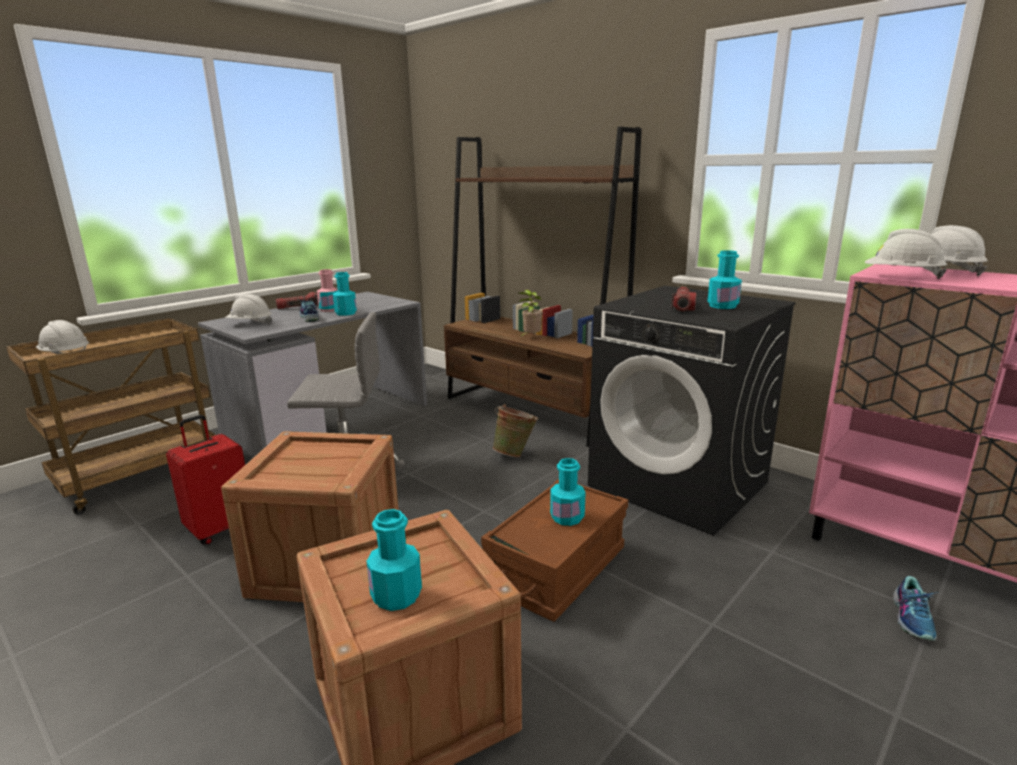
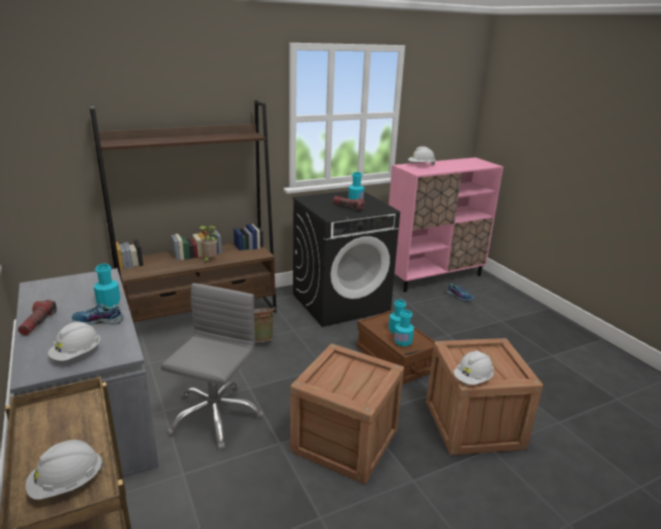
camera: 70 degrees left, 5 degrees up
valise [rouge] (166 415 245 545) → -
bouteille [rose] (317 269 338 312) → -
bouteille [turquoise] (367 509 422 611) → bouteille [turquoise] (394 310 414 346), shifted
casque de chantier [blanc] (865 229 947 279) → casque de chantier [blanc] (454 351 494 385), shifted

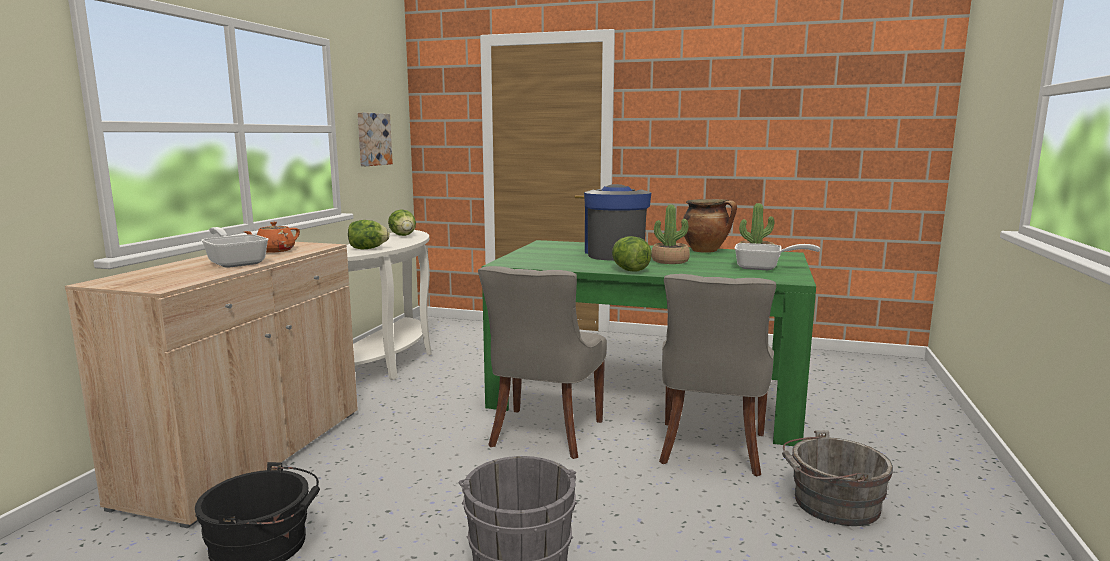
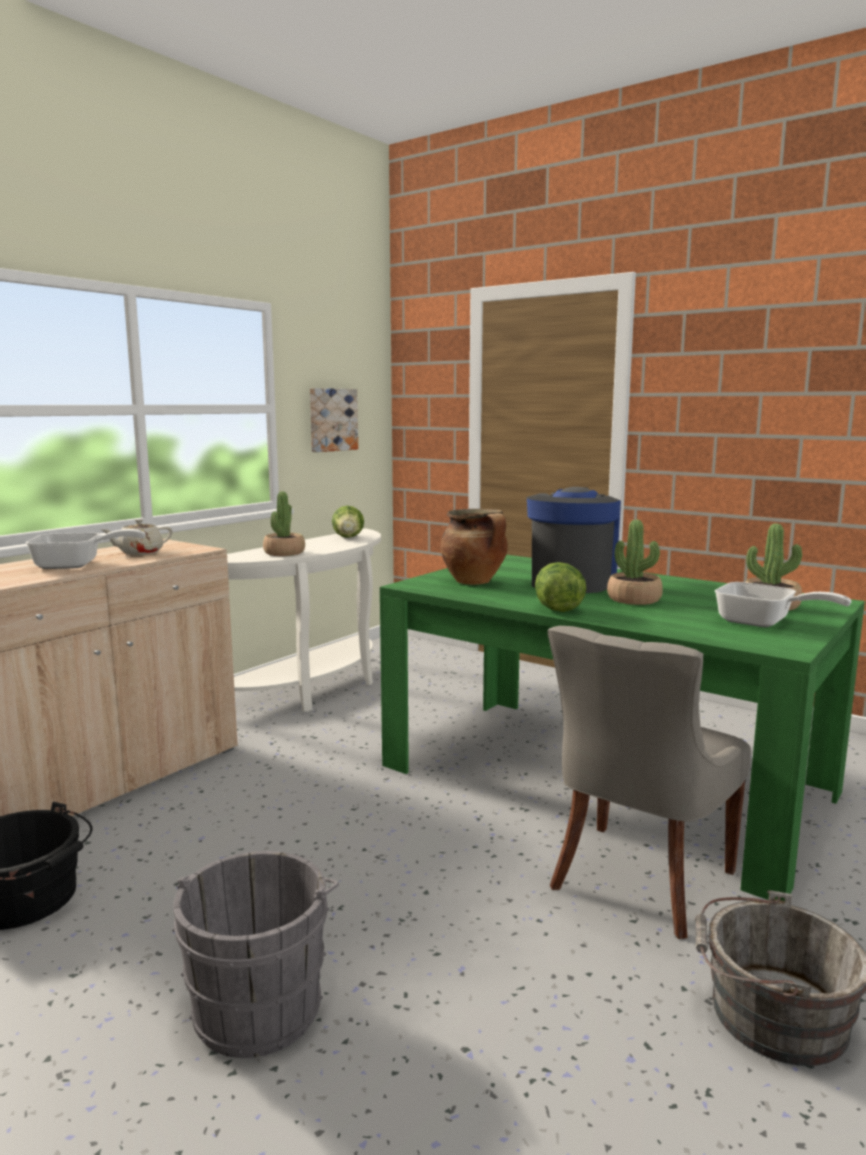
camera: 20 degrees right, 0 degrees up
poêle (201 227 269 268) → poêle (26 529 146 569), 105 degrees clockwise
théière [orange] (244 222 300 253) → théière [beige] (102 519 172 555)
laitue (348 220 390 249) → plante en pot (263 491 305 556)
chaise [gris] (478 266 607 459) → -
marmite (683 199 737 253) → marmite (440 509 508 585), shifted

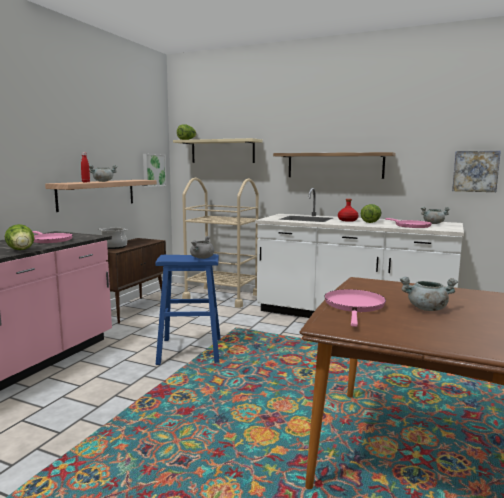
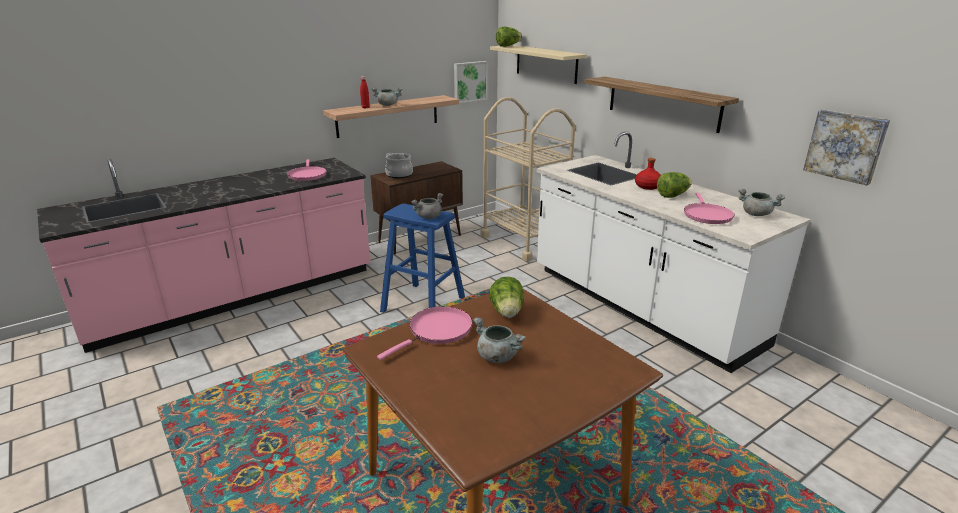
camera: 30 degrees right, 15 degrees up
laitue (4 224 34 250) → laitue (489 276 524 318), shifted

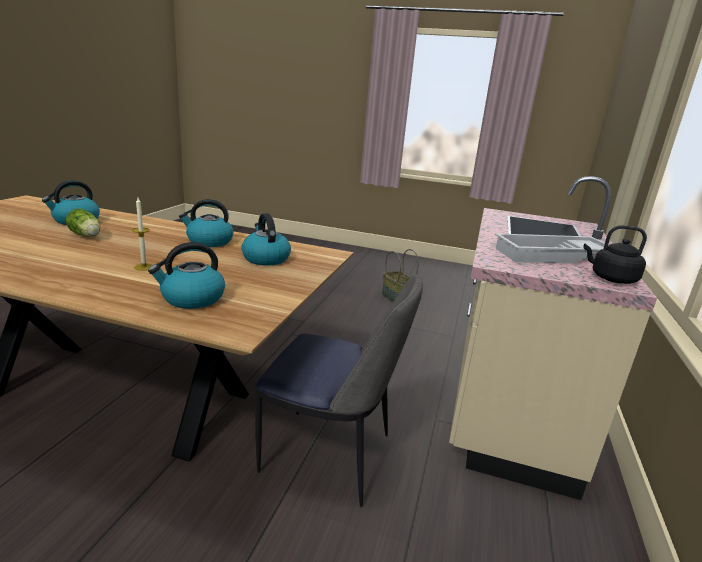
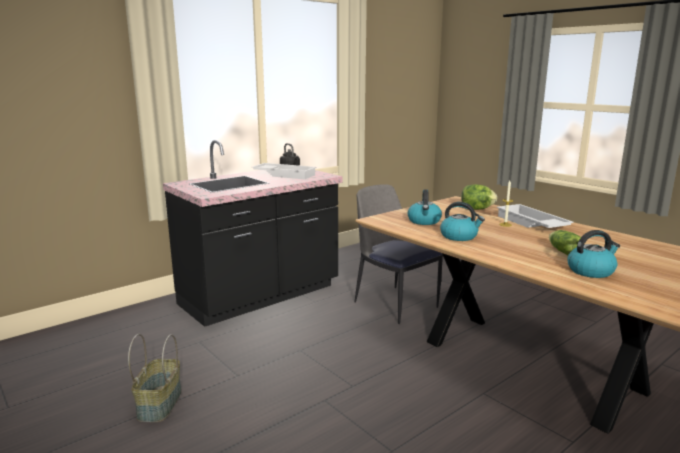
camera: 145 degrees left, 5 degrees down
bouilloire (148 242 225 309) → laitue (461 184 497 210)
comptoir de cuisine [beige] (449 176 657 500) → comptoir de cuisine [noir] (163 140 342 327)
- → plateau [blanc] (497 204 574 228)

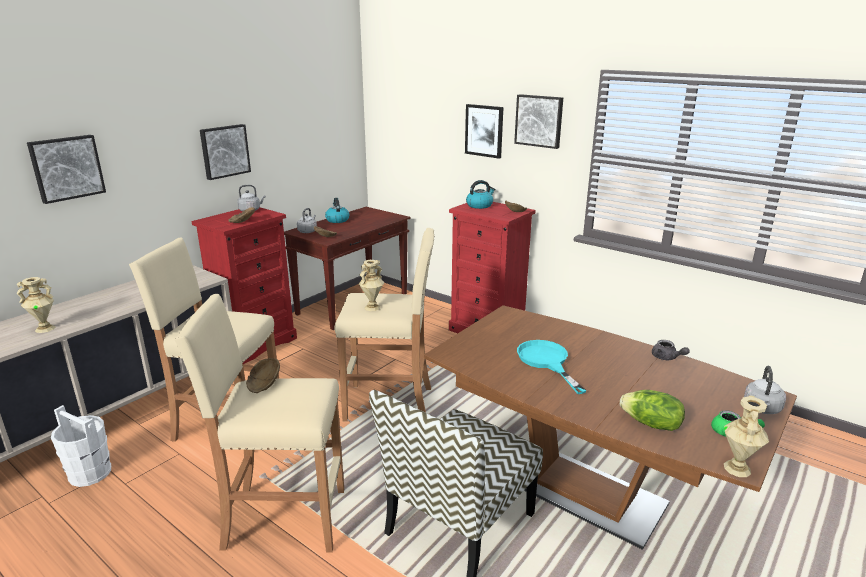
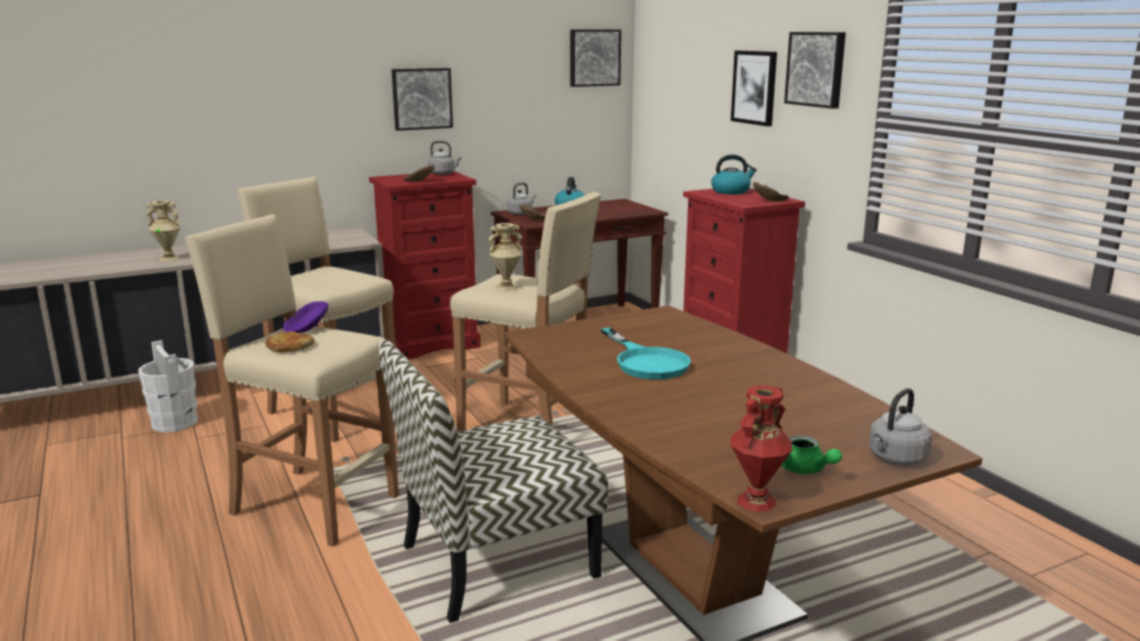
camera: 25 degrees right, 5 degrees down
tableau (27 135 106 204) → tableau (570 30 621 87), shifted
bol [marron] (246 358 280 393) → bol [violet] (283 301 328 333)
poêle [turquoise] (517 340 587 394) → poêle [turquoise] (601 327 691 380), 150 degrees clockwise
laitue (620 390 685 431) → -
théière [gris] (652 340 690 360) → -
vase [beige] (724 395 769 477) → vase [rouge] (731 386 793 512)
- → pain (265 331 315 353)

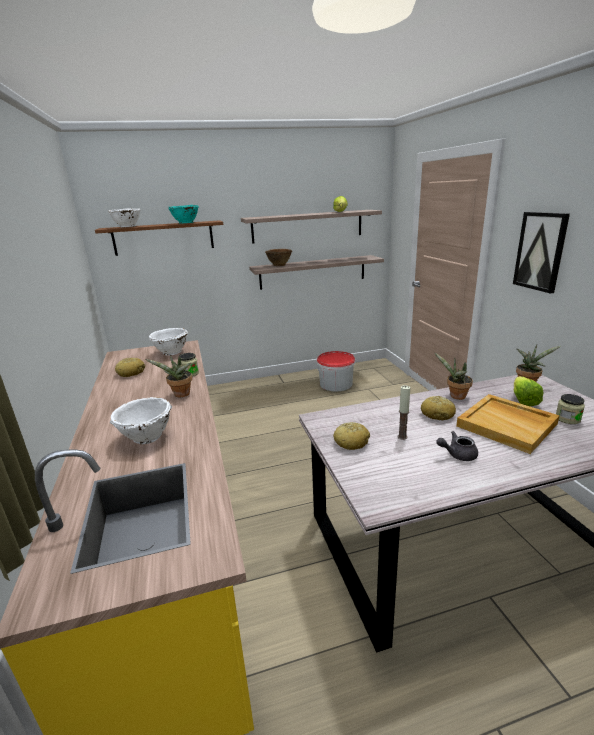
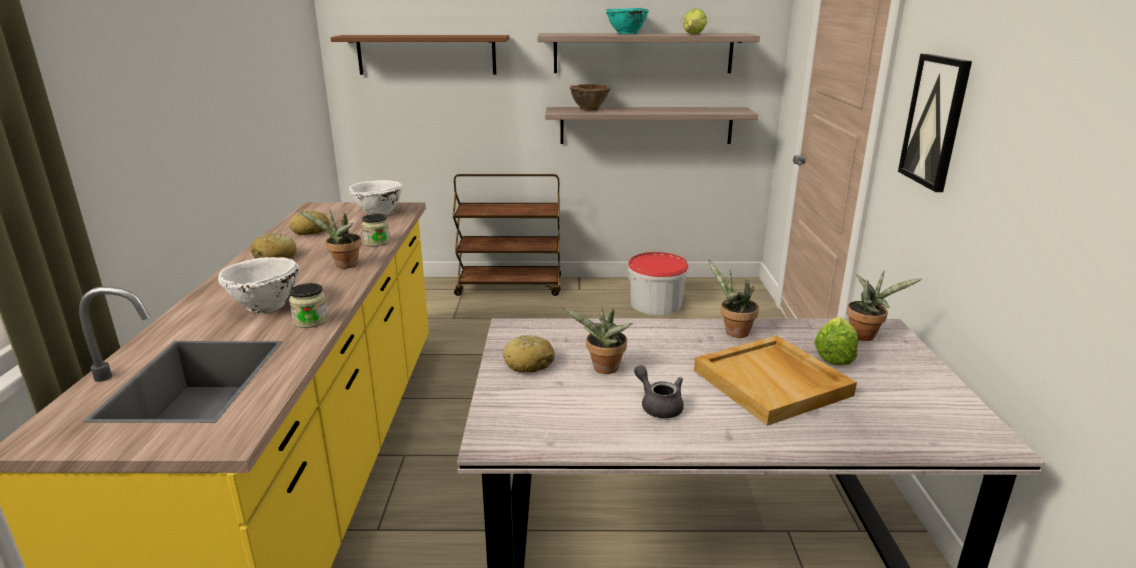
camera: 15 degrees right, 0 degrees up
bol [blanc] (108 208 141 227) → -
bol [turquoise] (169 205 199 224) → bol [turquoise] (606 8 649 34), shifted
bougie (398 385 410 440) → plante en pot (562 306 633 374)
pain (421 396 456 420) → pain (251 233 297 258), shifted
théière [gris] (436 431 478 461) → théière [gris] (634 365 684 418), 45 degrees clockwise
bocal (556 394 585 424) → bocal (289 283 328 328), shifted
- → chariot [marron] (453 174 561 296)

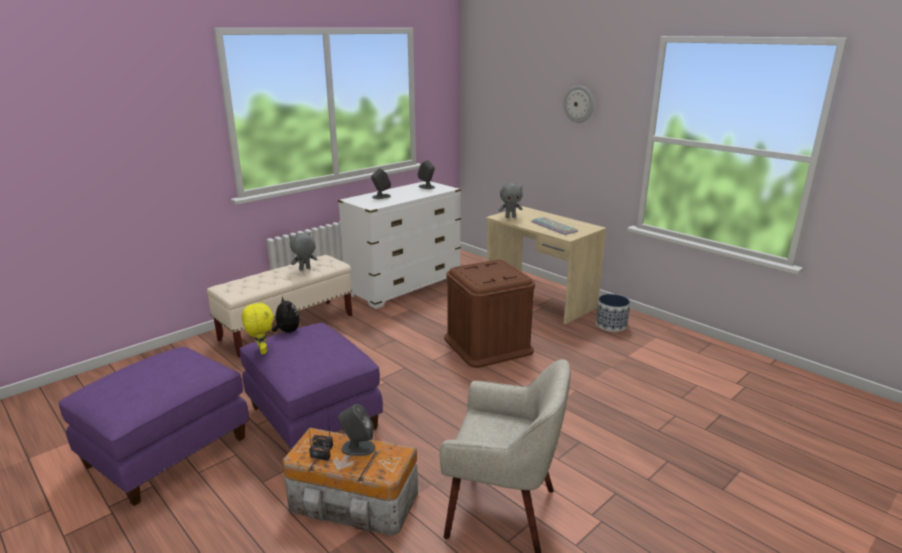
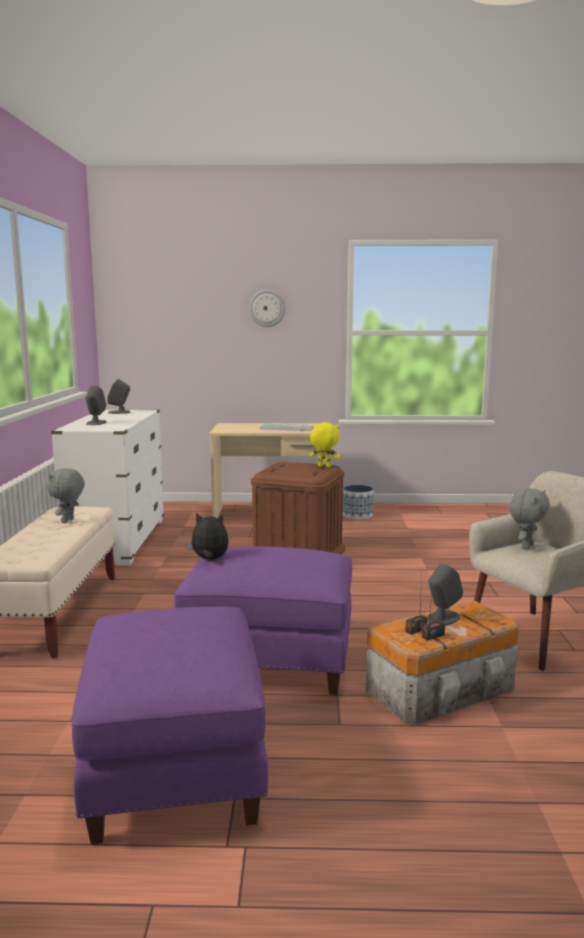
camera: 45 degrees left, 10 degrees down
peluche [jaune] (242 301 274 355) → peluche [jaune] (309 422 340 467), shifted
peluche [gris] (499 183 523 218) → peluche [gris] (510 488 550 550), shifted

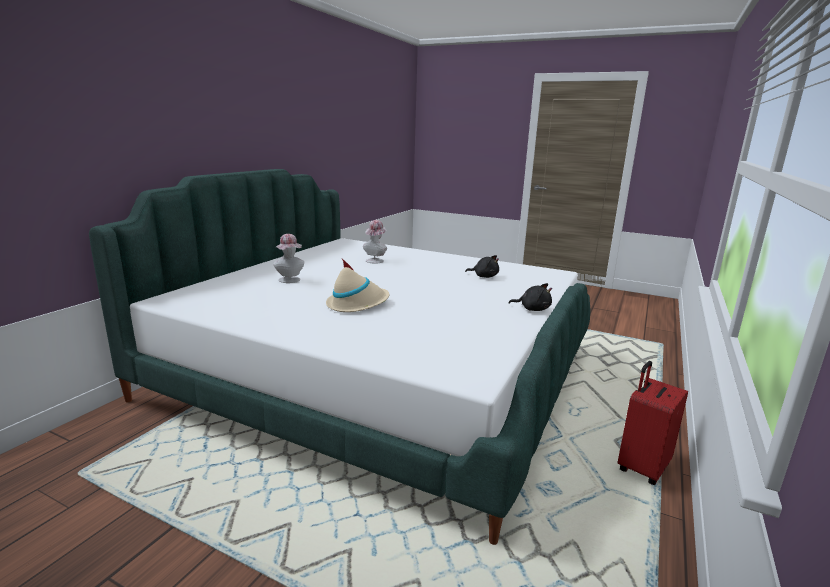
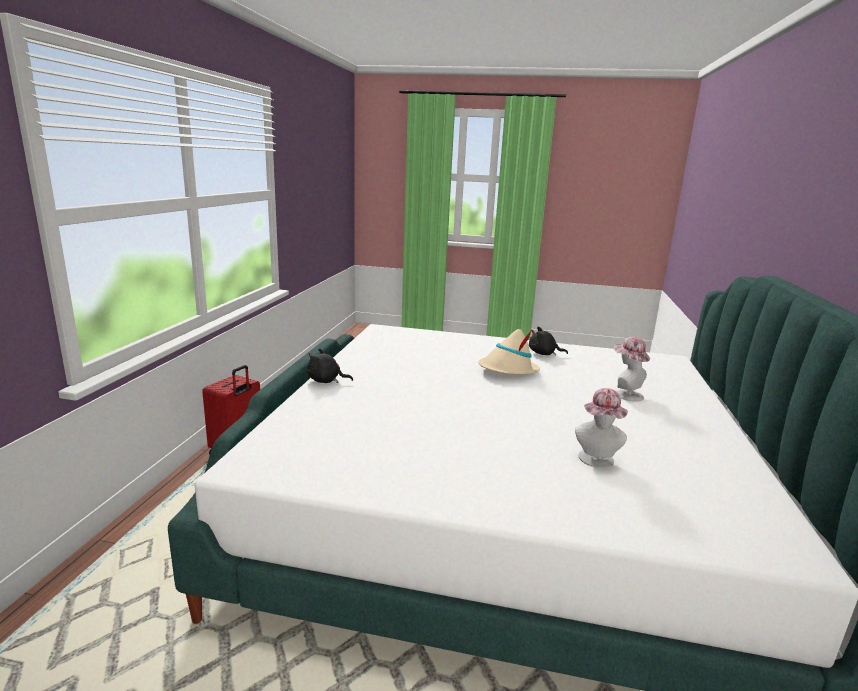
camera: 165 degrees right, 0 degrees up
peluche [noir] (465 255 499 278) → peluche [noir] (529 327 568 356), shifted

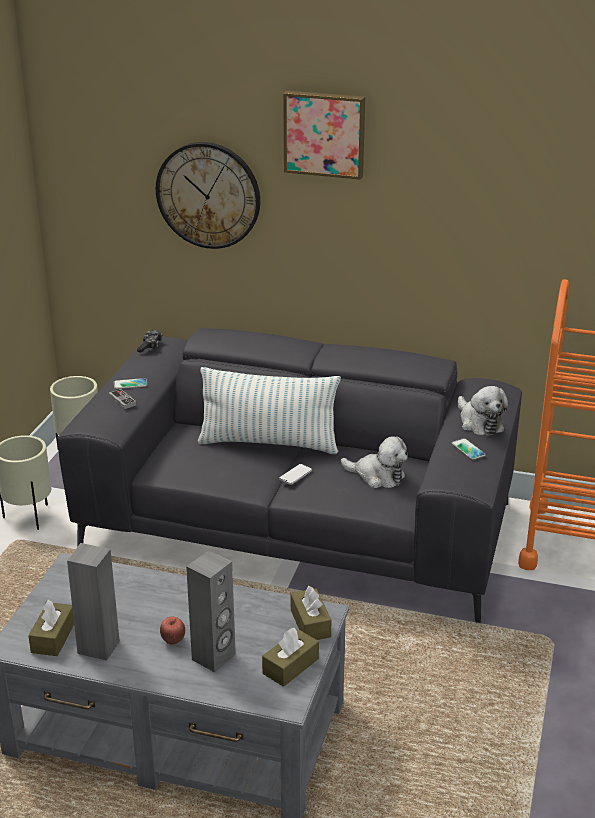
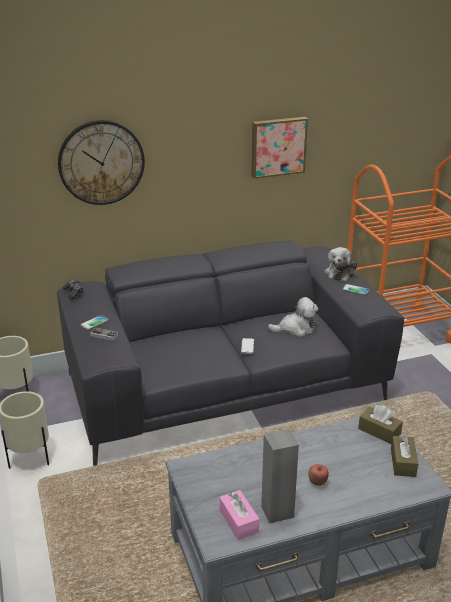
camera: 35 degrees left, 0 degrees up
boîte à mouchoirs [marron] (28 600 74 656) → boîte à mouchoirs [rose] (220 490 259 540)
enceinte [gris] (186 551 236 672) → -
coussin (198 367 341 454) → -
tableau (283 91 365 180) → tableau (251 117 308 179), shifted
peluche (458 386 508 436) → peluche (325 247 357 281), 75 degrees clockwise

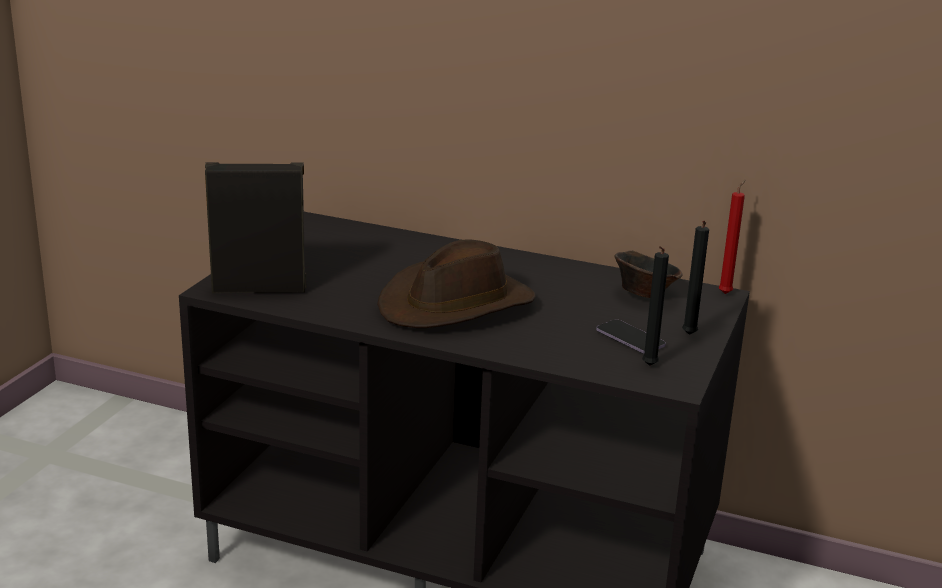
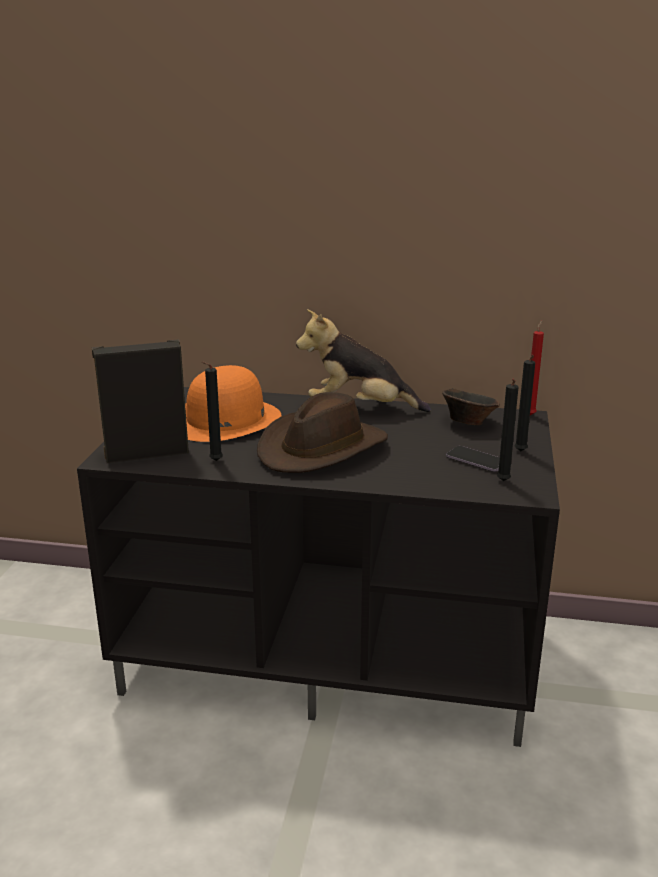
camera: 10 degrees left, 0 degrees up
- → chapeau [orange] (185 365 281 442)
- → bougie [noir] (202 362 223 461)
- → peluche (296 309 431 412)

